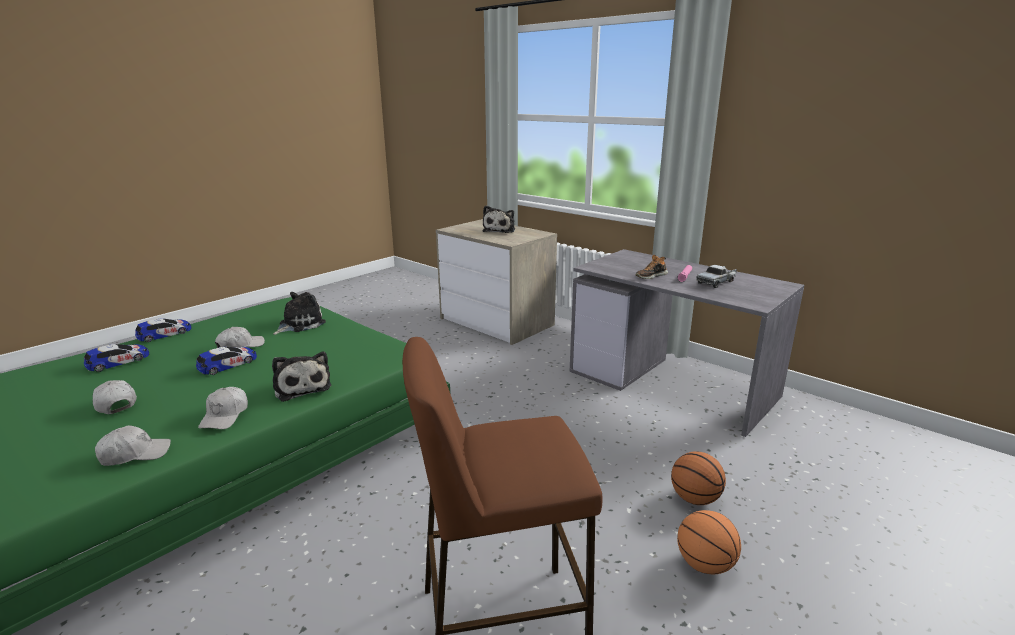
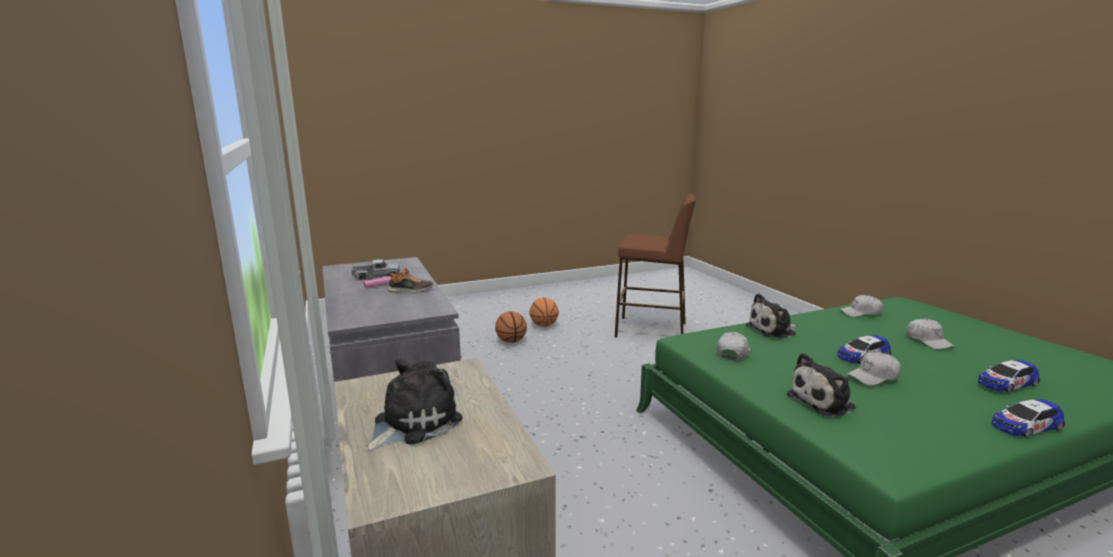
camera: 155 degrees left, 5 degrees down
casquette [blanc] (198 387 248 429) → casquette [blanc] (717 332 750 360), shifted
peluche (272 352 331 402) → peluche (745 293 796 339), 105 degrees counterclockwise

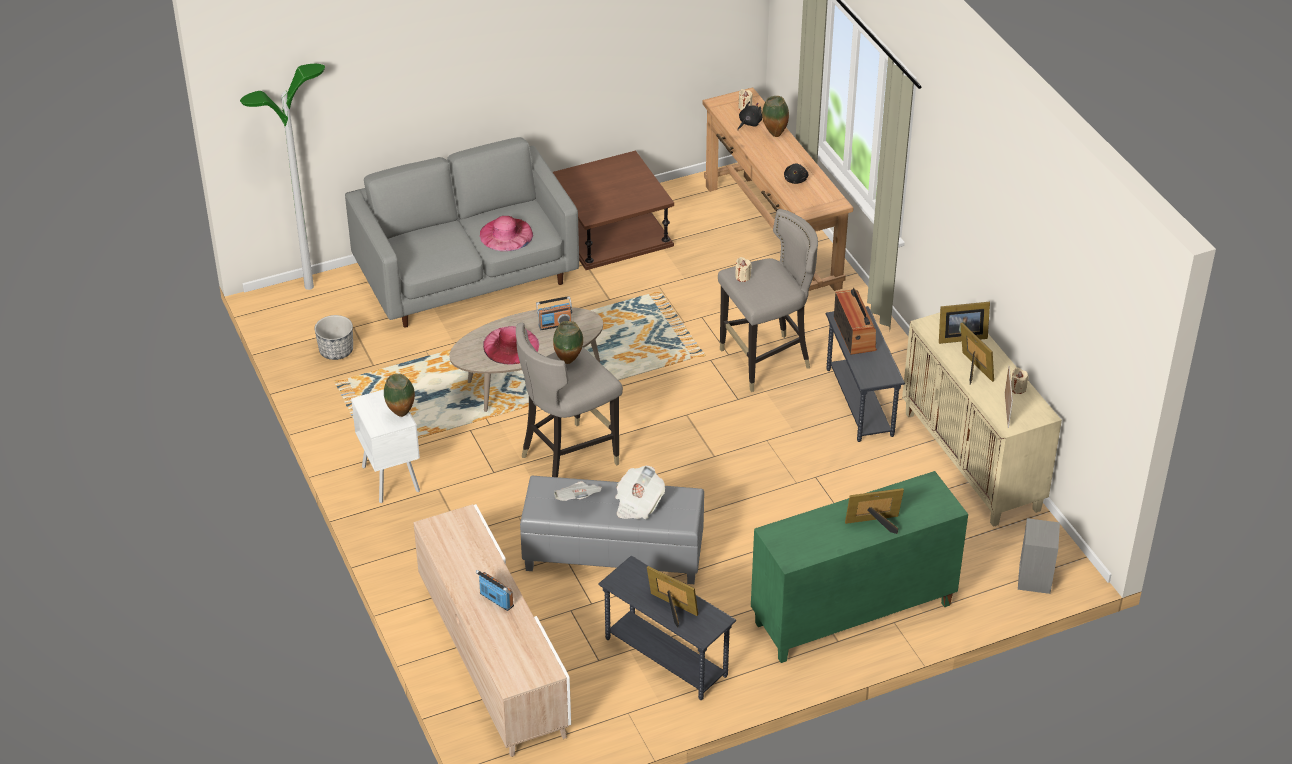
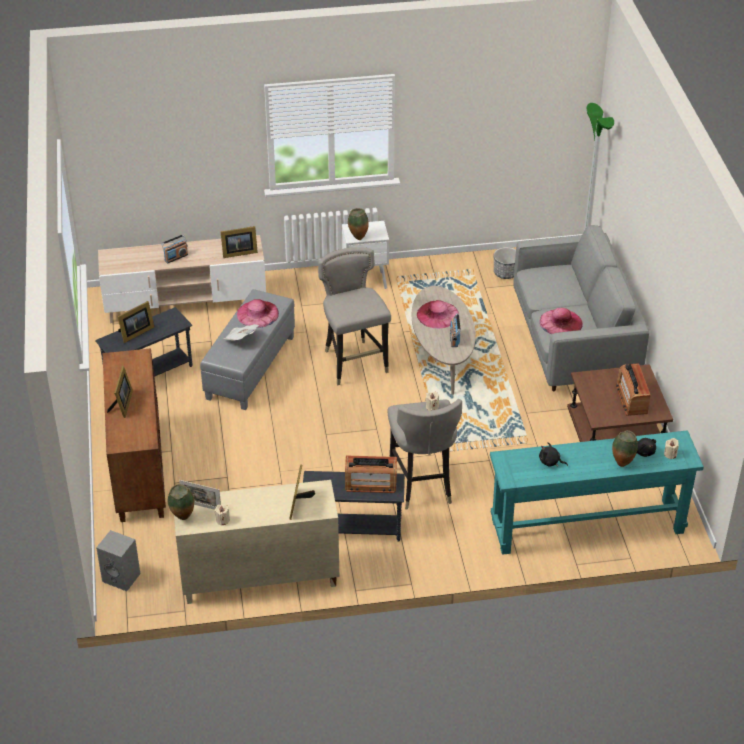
camera: 105 degrees right, 0 degrees up
vase (553 321 583 364) → vase (168 484 194 520), shifted
journal (554 481 602 501) → chapeau [rose] (237 299 279 328)
table console [marron] (702 87 853 291) → table console [turquoise] (490 430 704 555)
meuble de rangement [vert] (751 471 968 663) → meuble de rangement [marron] (103 348 166 522)
cadre photo (960 323 994 384) → cadre photo (221 226 258 258), shifted
- → radio (616 363 651 416)

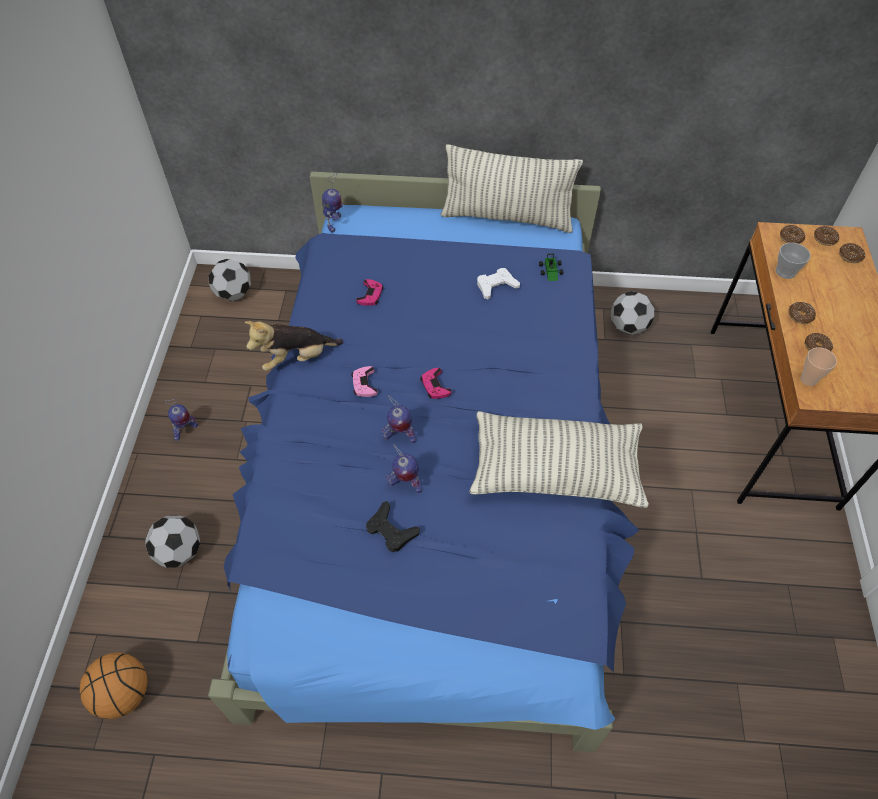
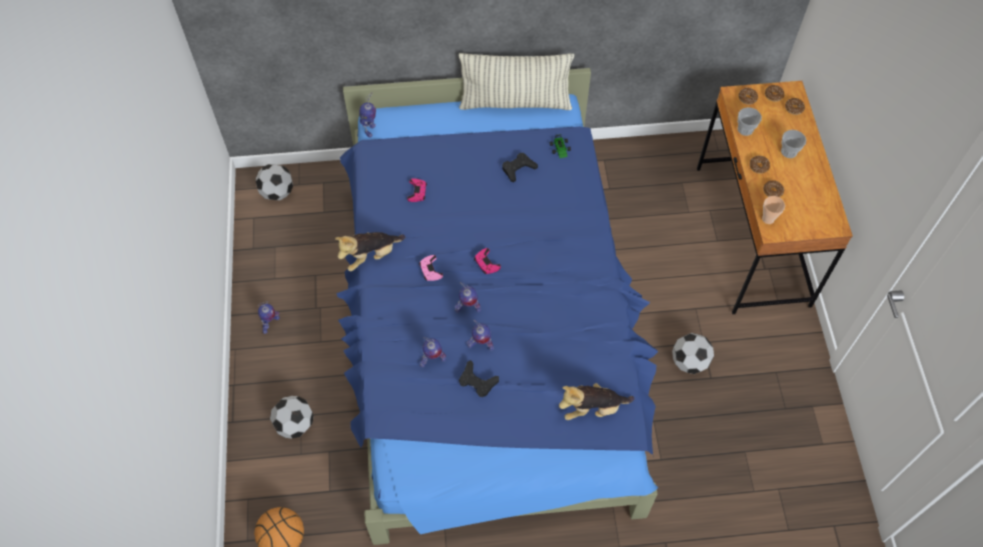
camera: 10 degrees left, 5 degrees up
coussin (469 411 649 508) → -
manette [blanc] (477 268 520 300) → manette [noir] (502 153 538 182)
ballon de foot (611 291 654 335) → ballon de foot (672 333 714 374), shifted
- → robot jouet (420 337 446 367)
- → peluche (559 383 635 420)
- → tasse (781 130 806 158)

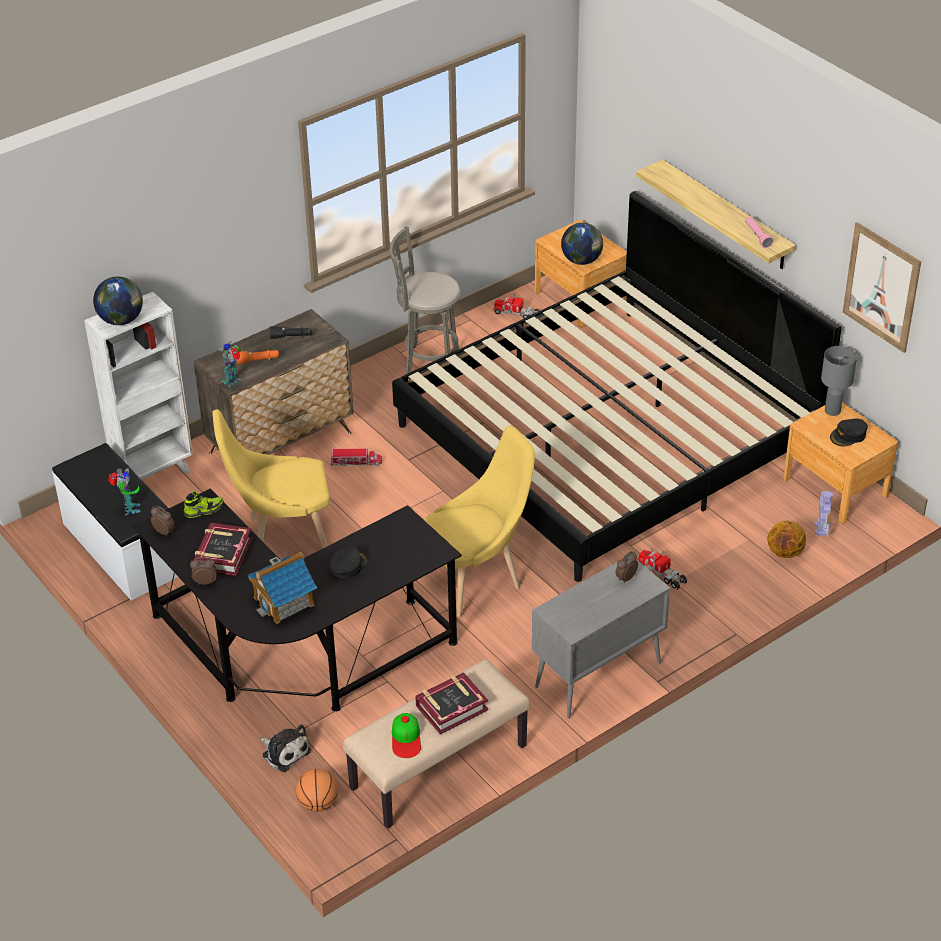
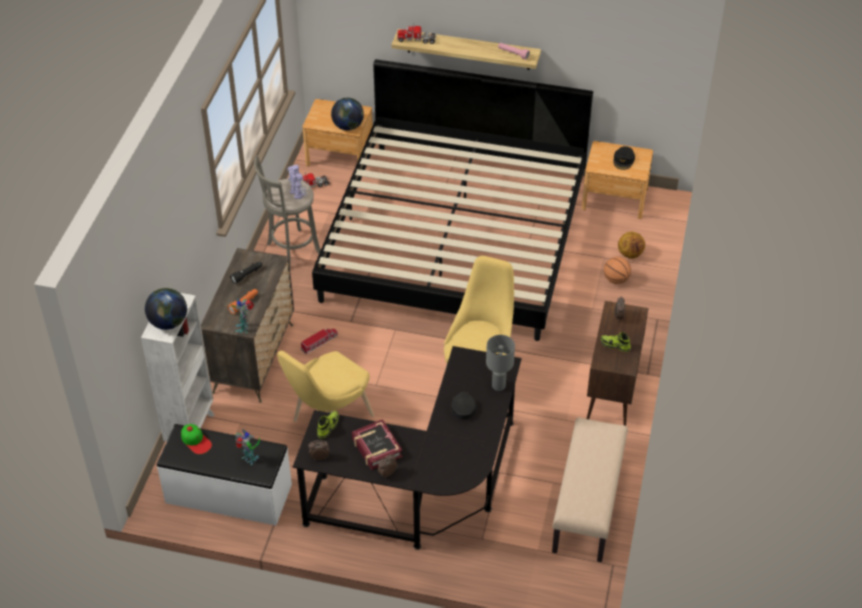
camera: 40 degrees left, 5 degrees up
maison miniature (248 552 317 624) → -
peluche (260 724 311 772) → -
ballon de basket (295 769 338 812) → ballon de basket (604 257 631 284), shifted
casquette (392 713 421 758) → casquette (181 424 212 454), shifted
livre (415 672 488 734) → -
meuble de rangement [gris] (532 559 670 719) → meuble de rangement [marron] (587 301 648 426)
camion jouet (637 550 687 590) → camion jouet (397 23 437 44), shifted
robot jouet (814 491 833 536) → robot jouet (287 165 306 199), shifted
lampe de table [gris] (821 346 857 416) → lampe de table [gris] (486 335 515 391), shifted
tableau (843 222 921 353) → -
- → chaussure (600 332 631 352)

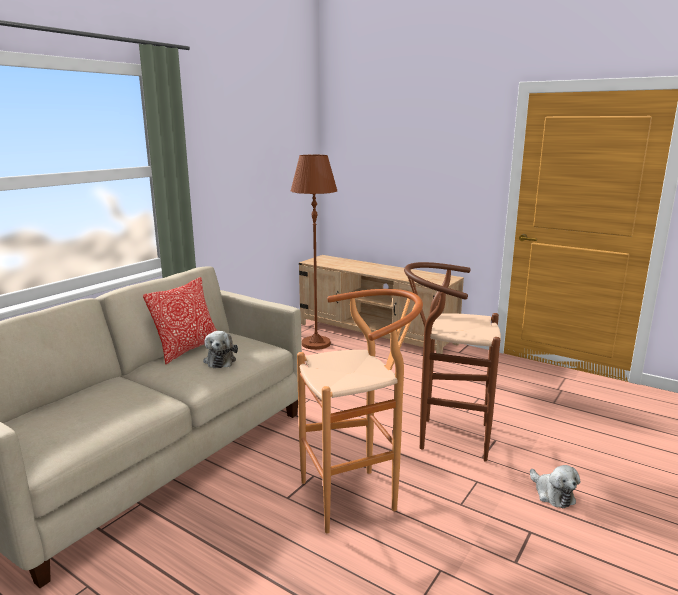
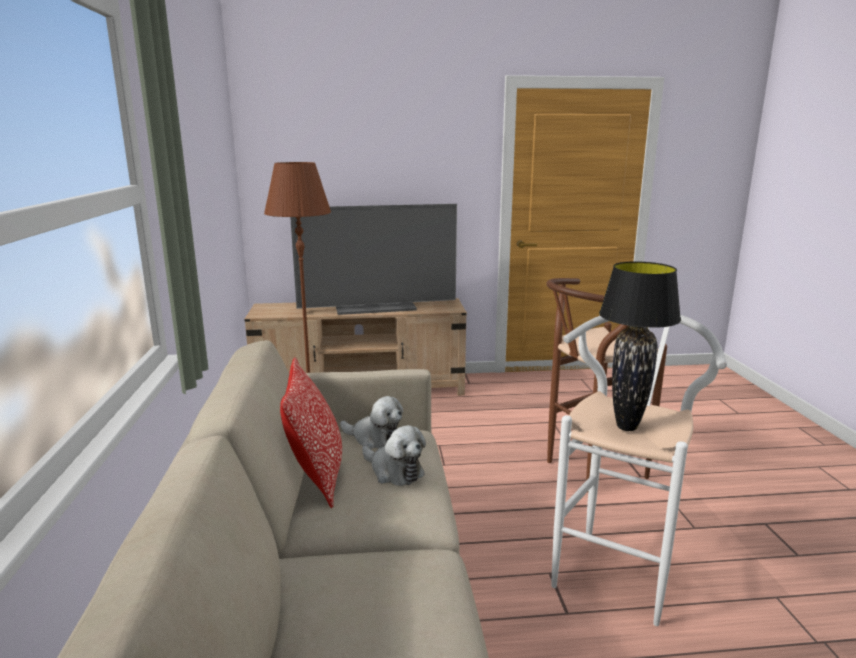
camera: 40 degrees left, 0 degrees up
tabouret [marron] (297 289 423 534) → tabouret [blanc] (551 315 727 626)
peluche (530 465 580 508) → peluche (340 396 403 449), shifted
- → téléviseur (290 204 457 315)
- → lampe de table [noir] (599 261 681 431)

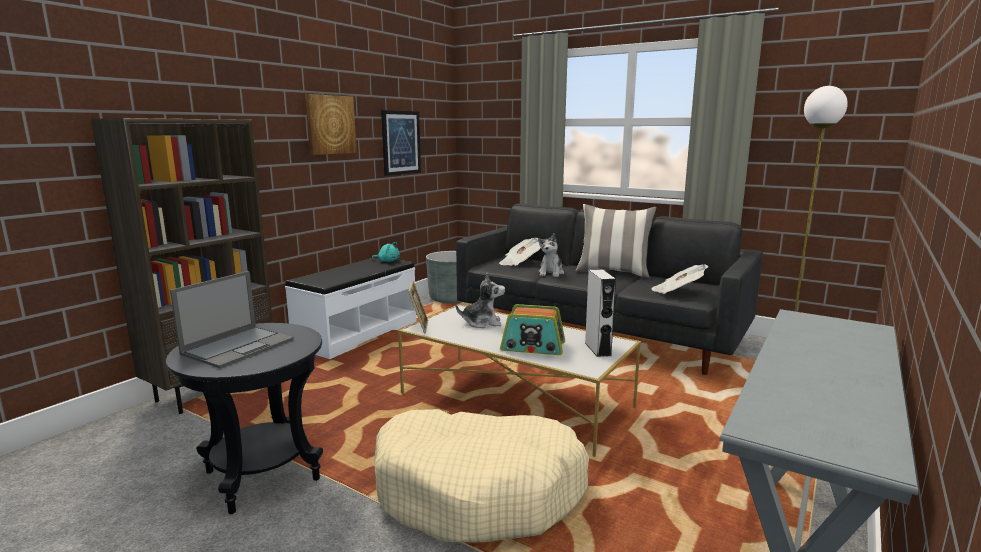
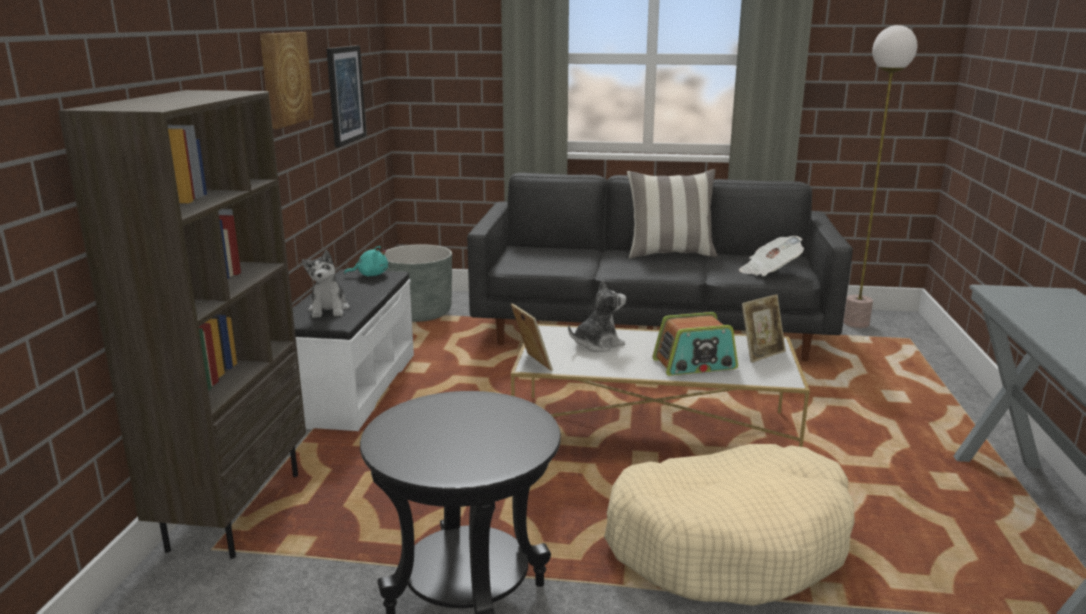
camera: 25 degrees left, 5 degrees up
ordinateur portable (170 271 294 368) → -
journal (499 238 541 266) → -
peluche (538 233 564 277) → peluche (302 250 349 318), shifted
enceinte [gris] (585 269 616 357) → cadre photo (742 295 786 363)

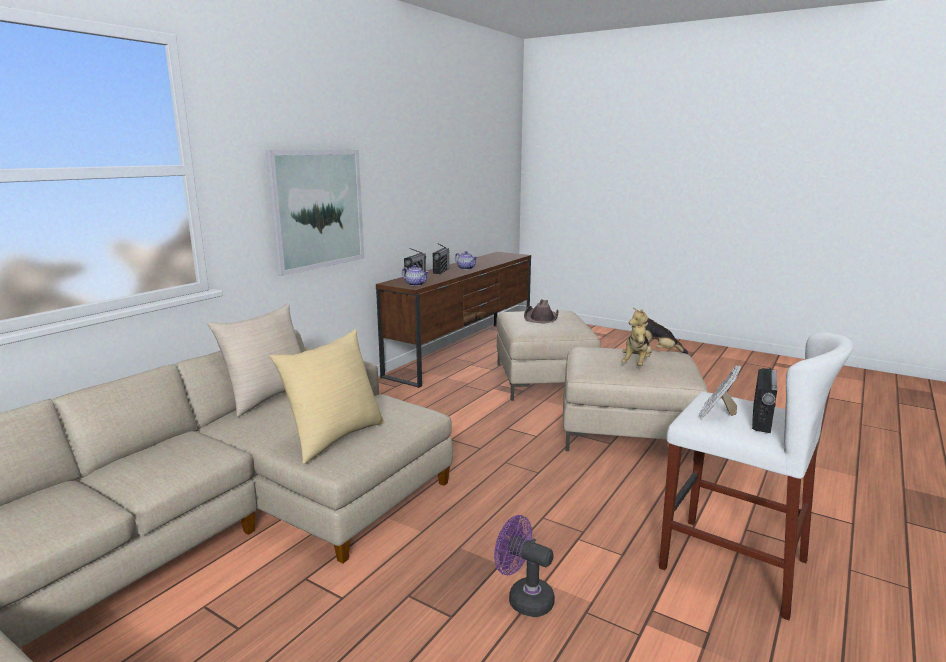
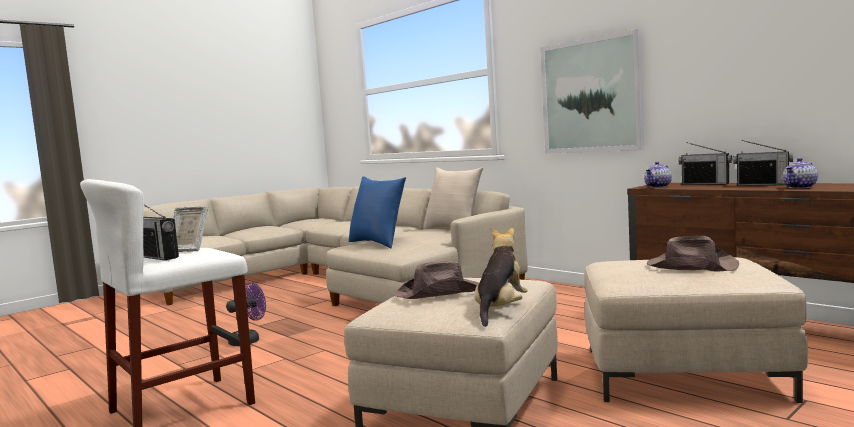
camera: 105 degrees right, 10 degrees down
coussin [beige] (269 329 385 464) → coussin [bleu] (349 177 406 248)
peluche (621 323 652 366) → chapeau [marron] (394 260 479 299)
cadre photo (699 366 741 418) → cadre photo (173 206 208 252), 150 degrees clockwise

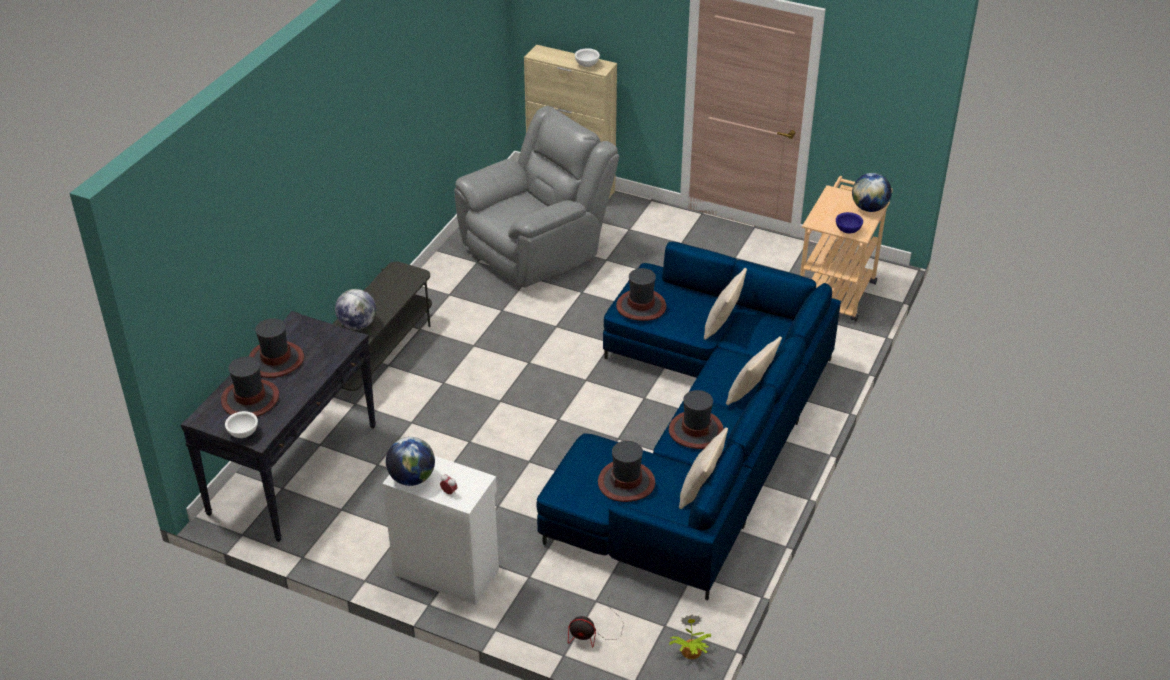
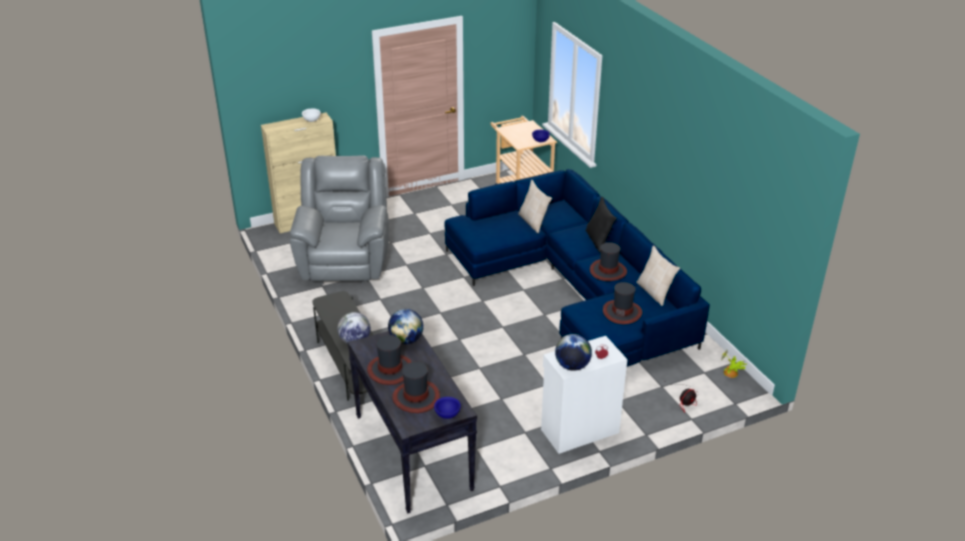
camera: 50 degrees left, 5 degrees down
bol [blanc] (225 411 258 438) → bol [bleu] (434 397 461 419)
chapeau (616 268 666 321) → -
coussin [beige] (726 336 782 405) → coussin [noir] (586 197 617 252)
globe (852 173 892 212) → globe (388 309 423 344), shifted

